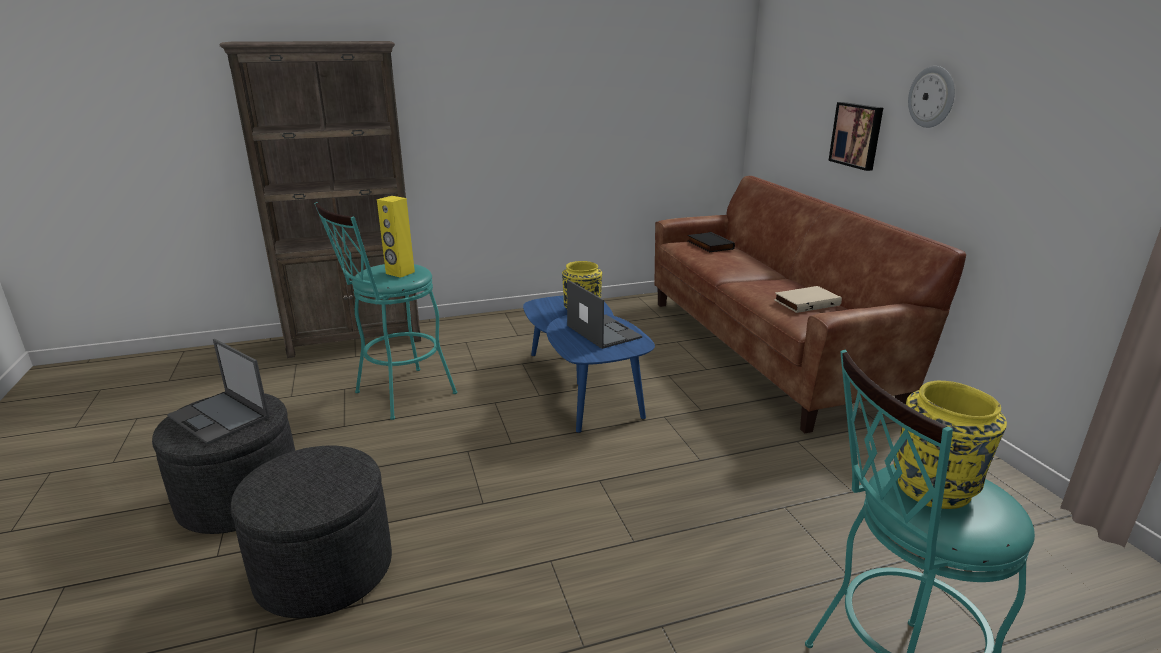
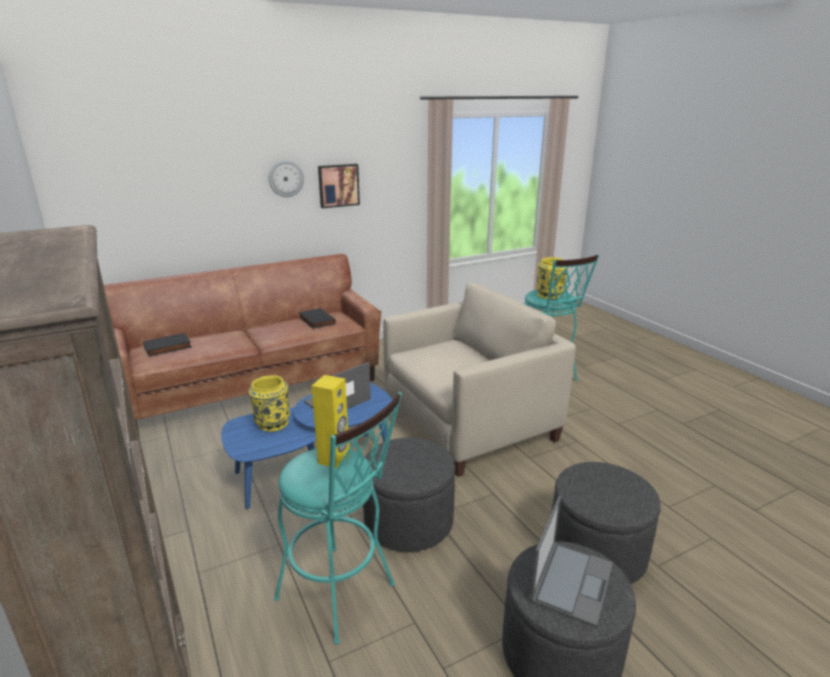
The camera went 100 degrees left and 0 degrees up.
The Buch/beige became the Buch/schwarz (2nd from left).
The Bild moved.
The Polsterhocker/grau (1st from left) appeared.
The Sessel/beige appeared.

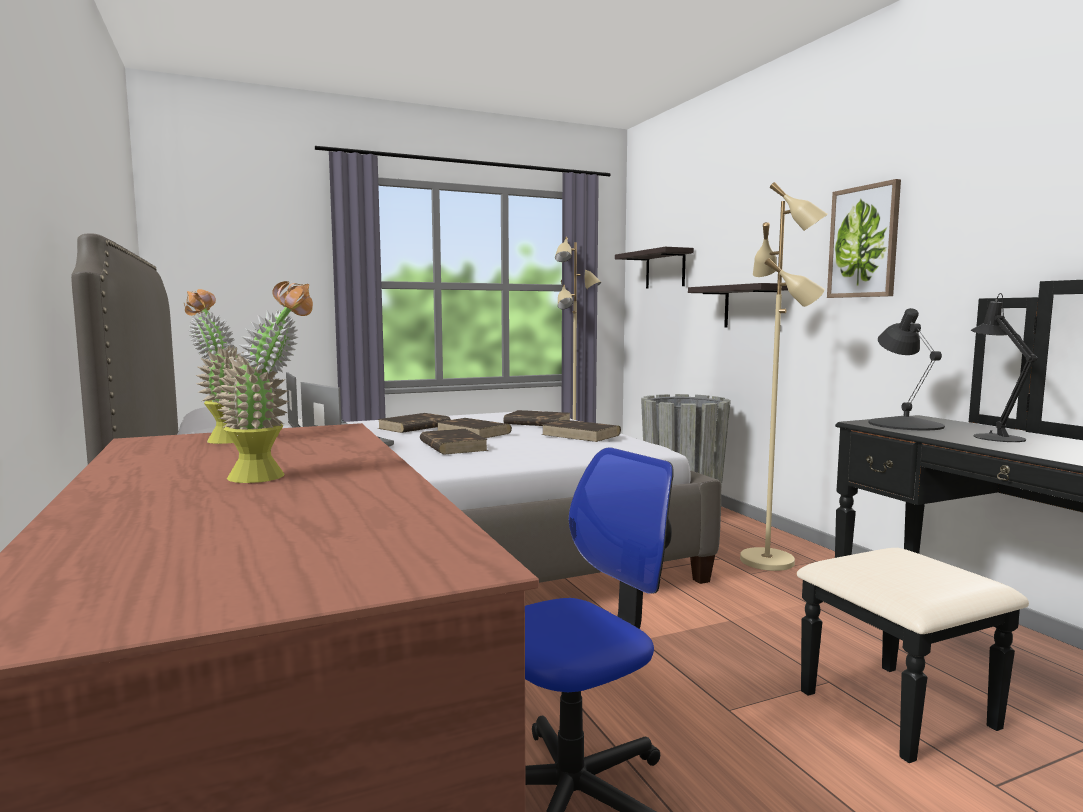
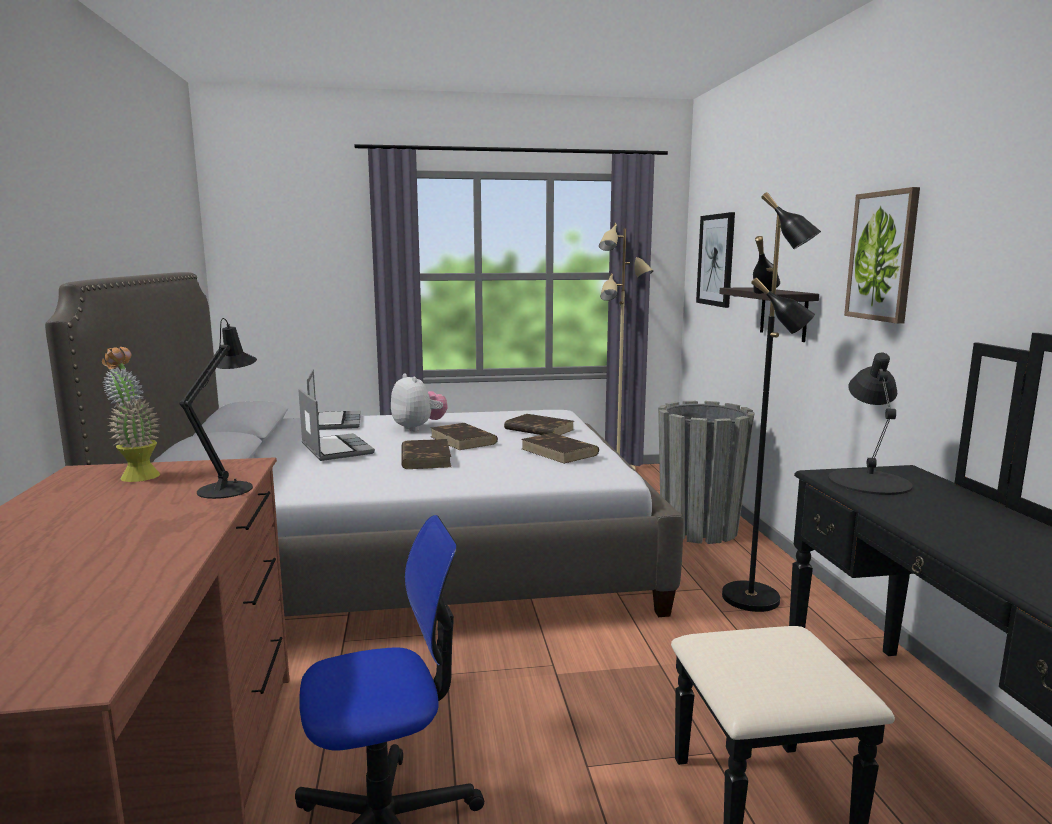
The camera went 15 degrees right and 5 degrees up.
The Tischlampe/schwarz (2nd from left in the first image) moved.
The Buch/braun (1st from left) was replaced by the Plüschtier.
The Wandregal (1st from left) was replaced by the Bild (1st from left).
The Stehlampe/beige (2nd from left) became the Stehlampe/schwarz.
The Topfpflanze (2nd from left) disappeared.

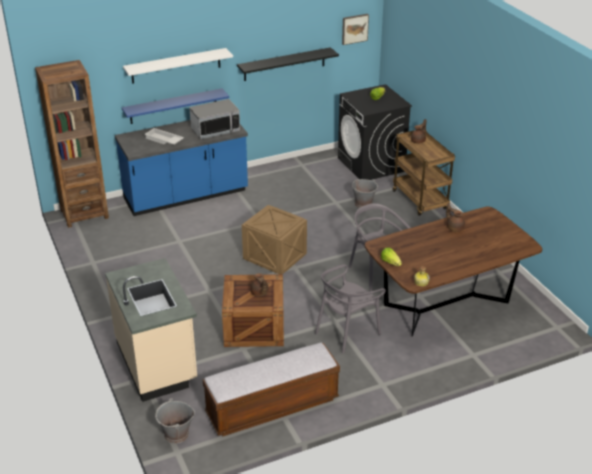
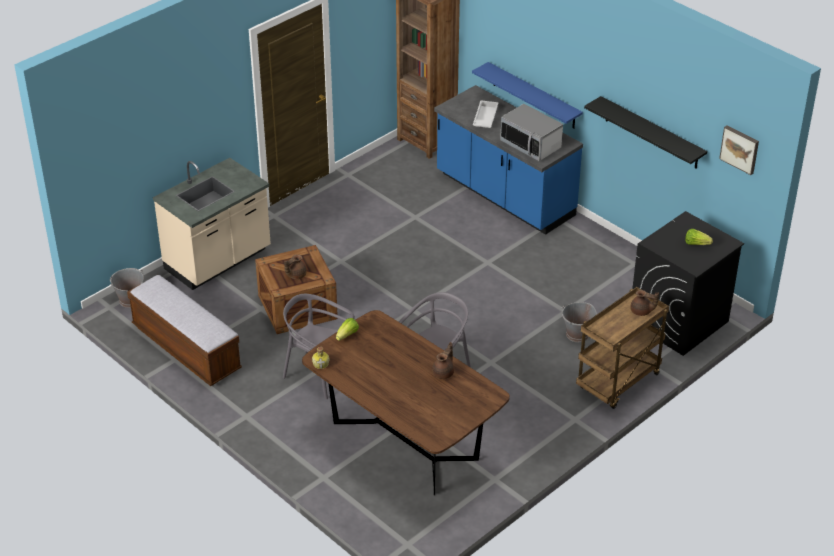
The camera went 70 degrees right and 5 degrees up.
The Wandregal/weiß disappeared.
The Kiste (2nd from left) disappeared.

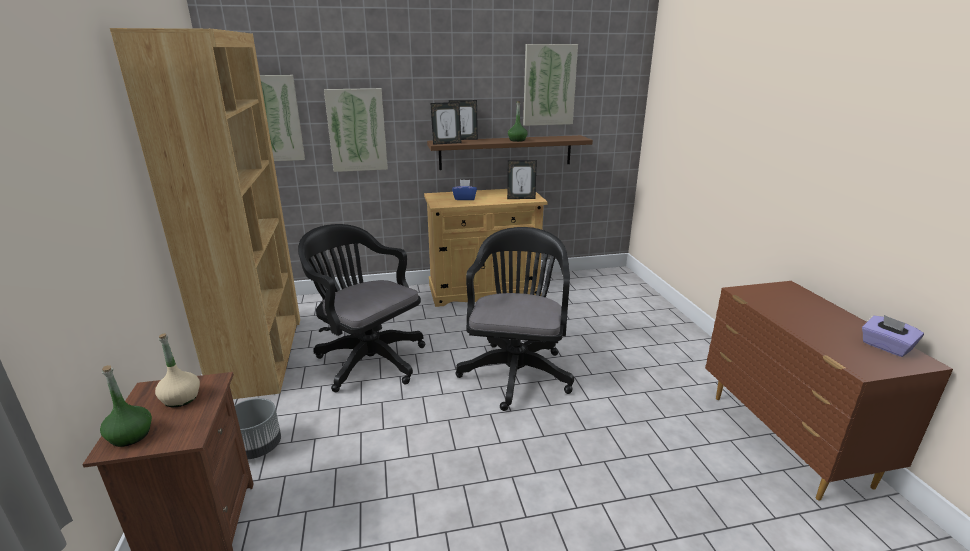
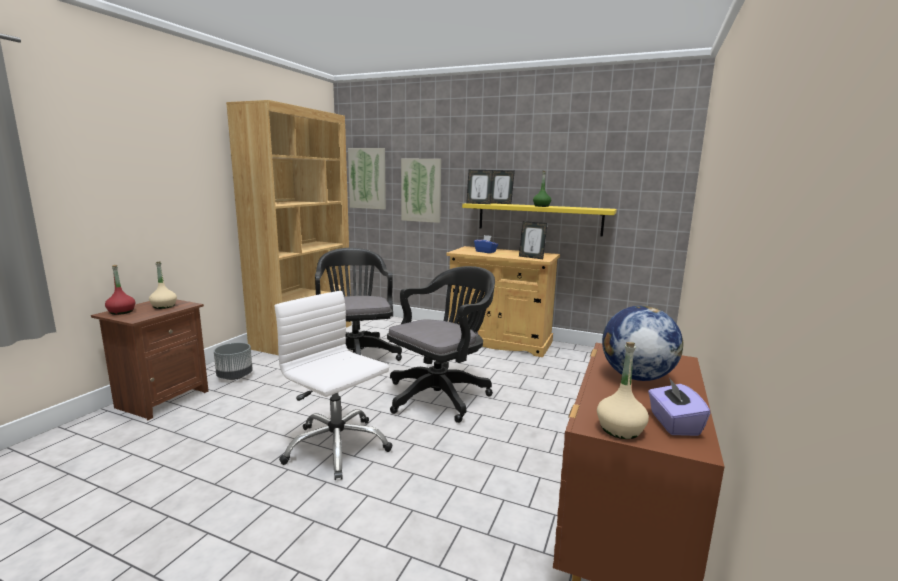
The camera went 35 degrees right and 10 degrees down.
The Flasche/grün (1st from left) became the Flasche/rot.
The Bürostuhl/weiß appeared.
The Wandregal/braun became the Wandregal/gelb.
The Flasche/beige (2nd from left) appeared.
The Globus appeared.
The Bild (3rd from left) disappeared.

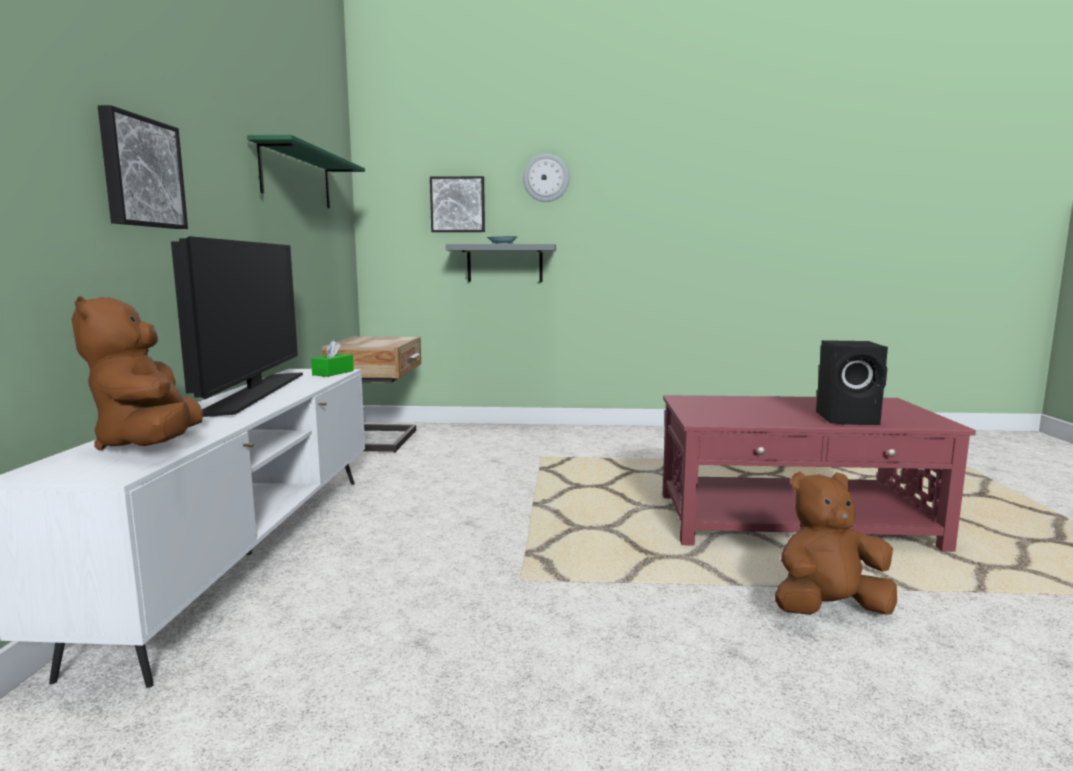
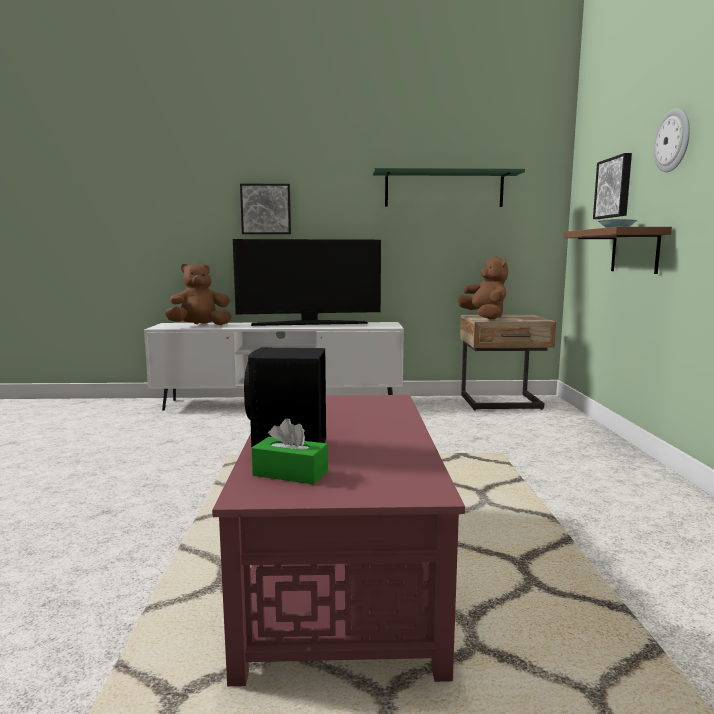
The camera went 85 degrees right and 0 degrees up.
The Taschentuchbox/grün moved.
The Plüschtier/braun (2nd from left) moved.
The Wandregal/grau became the Wandregal/braun.

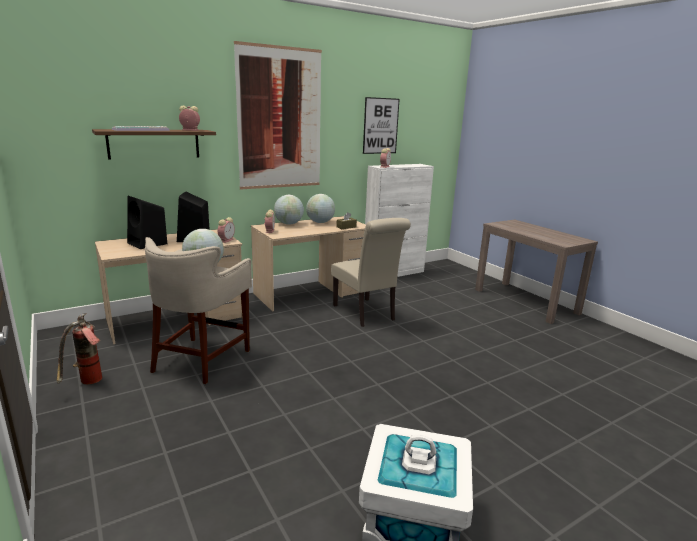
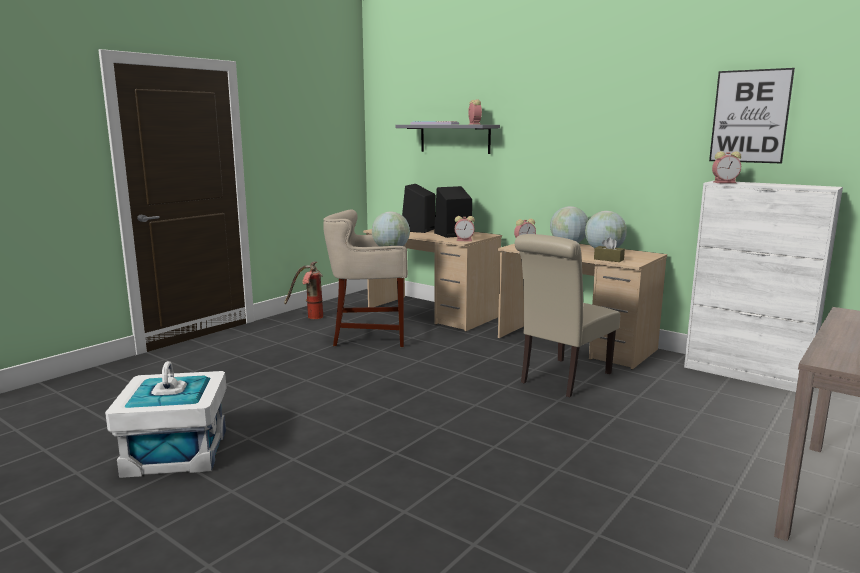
The camera went 70 degrees right and 5 degrees down.
The Wandregal/braun became the Wandregal/grau.
The Bild (1st from left) disappeared.

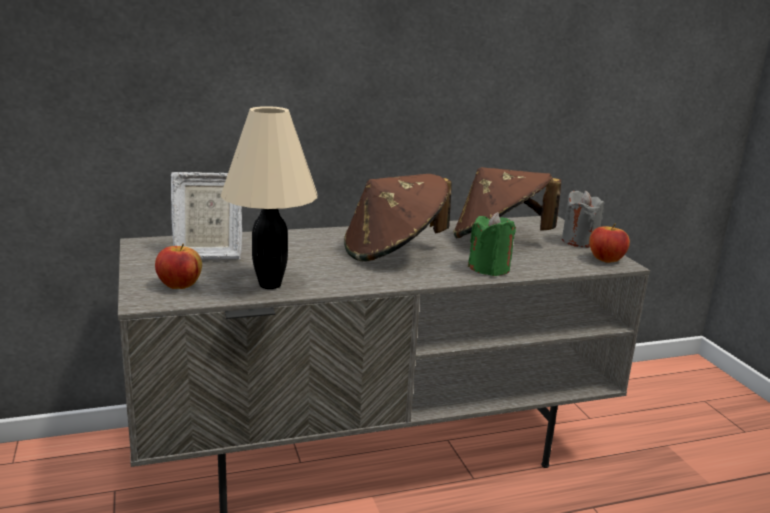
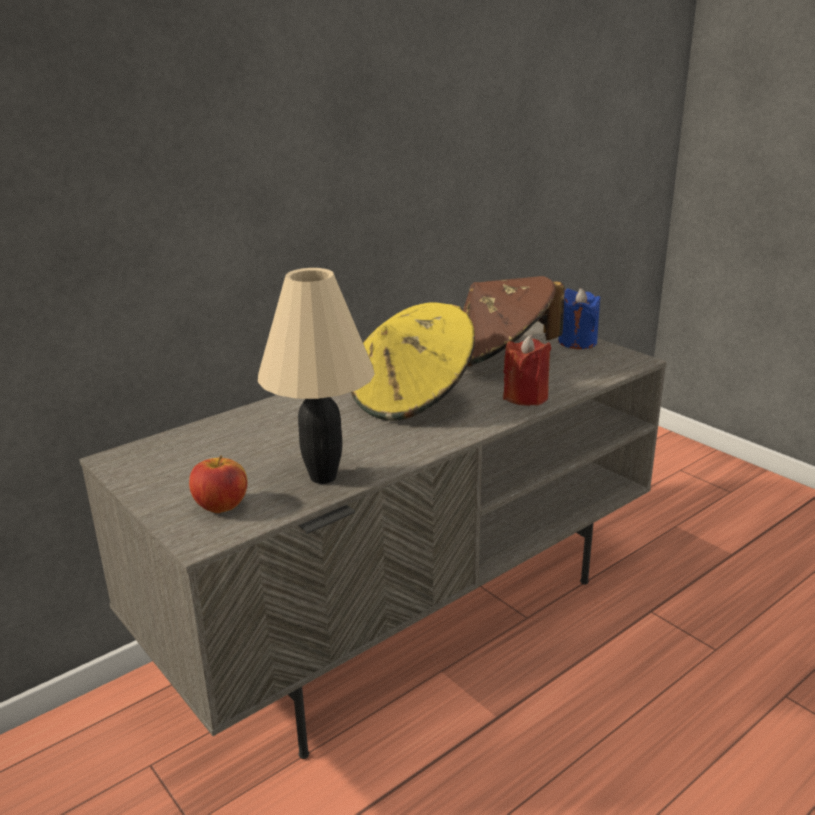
The camera went 20 degrees left and 5 degrees up.
The Hut/braun (1st from left) became the Hut/gelb.
The Kerze/grün became the Kerze/rot.
The Kerze/grau became the Kerze/blau.
The Bilderrahmen disappeared.
The Apfel (2nd from left) disappeared.

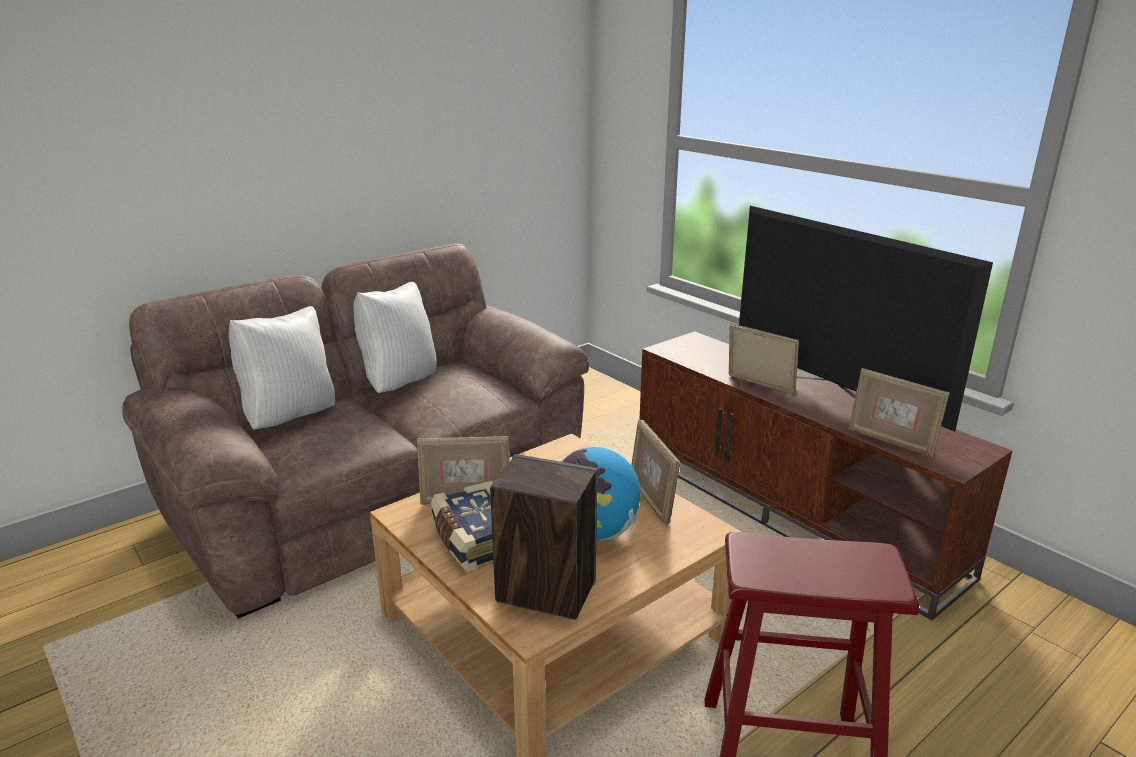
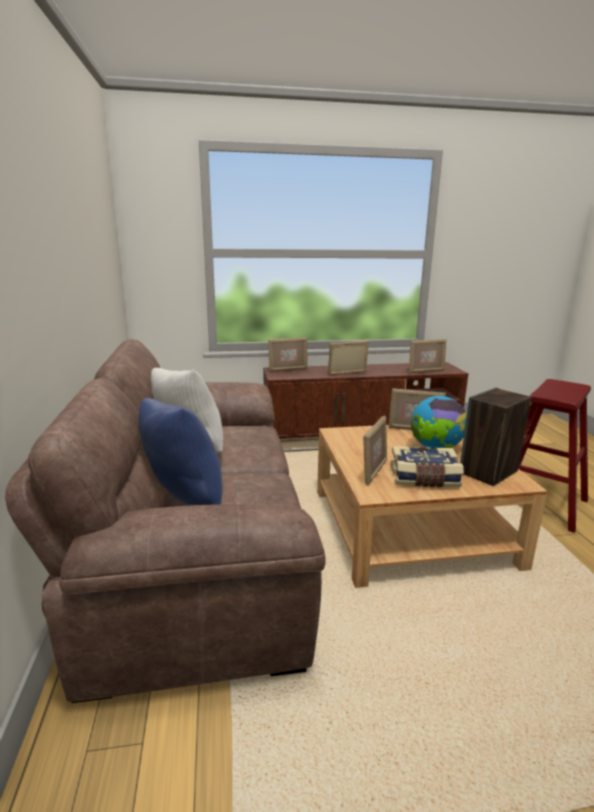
The camera went 60 degrees left and 5 degrees down.
The Kissen/weiß (1st from left) became the Kissen/blau.
The Bilderrahmen (1st from left) appeared.
The Fernseher disappeared.

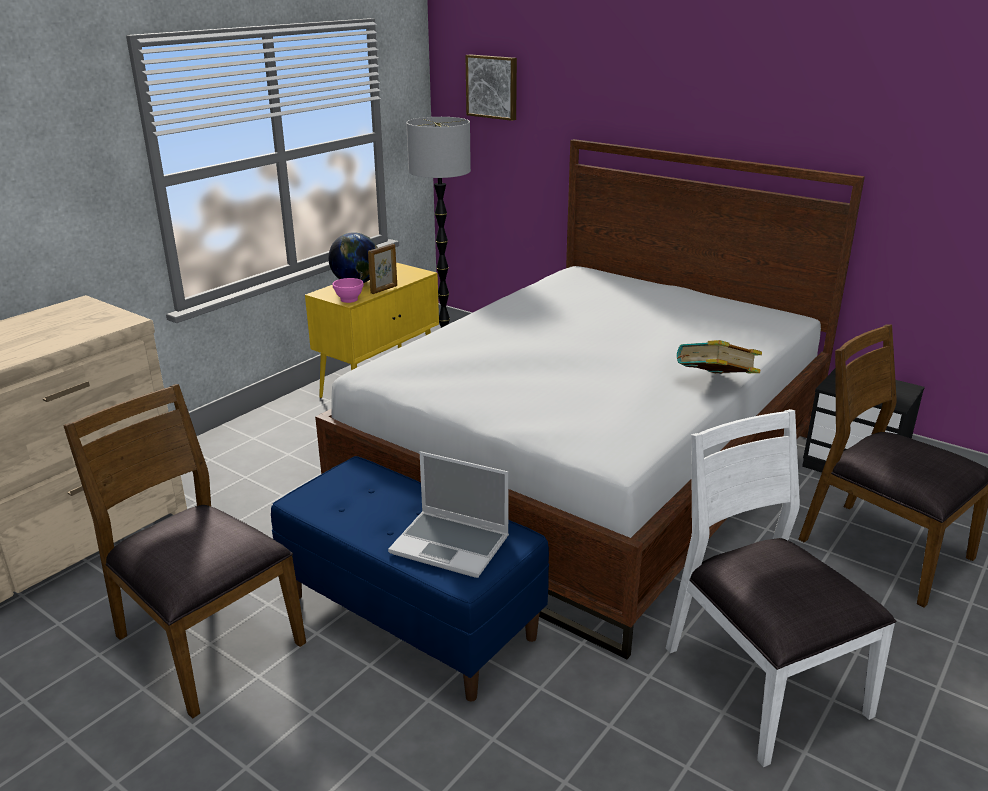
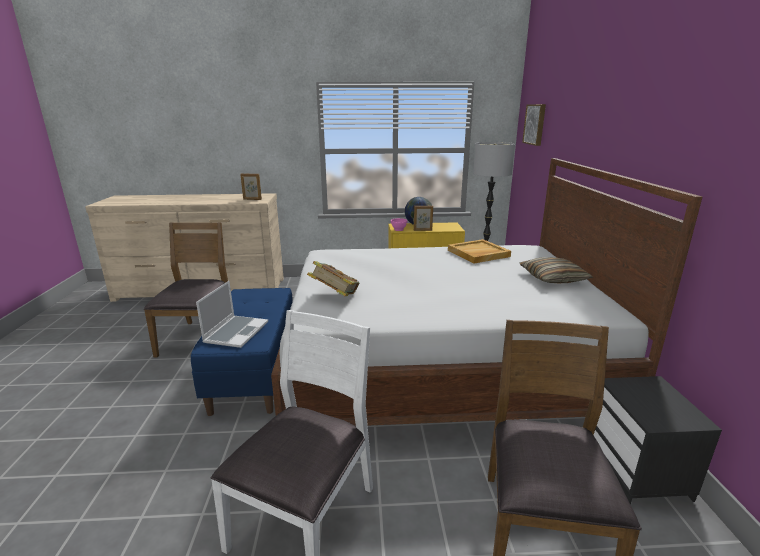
The camera went 50 degrees right and 5 degrees down.
The Laptop turned 150 degrees counterclockwise.
The Bilderrahmen (1st from left) appeared.
The Buch moved.
The Tablett/beige appeared.
The Kissen appeared.

